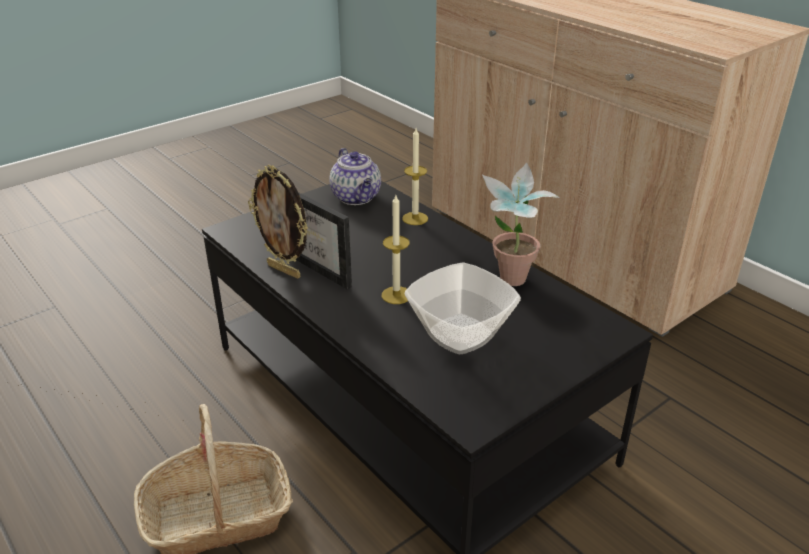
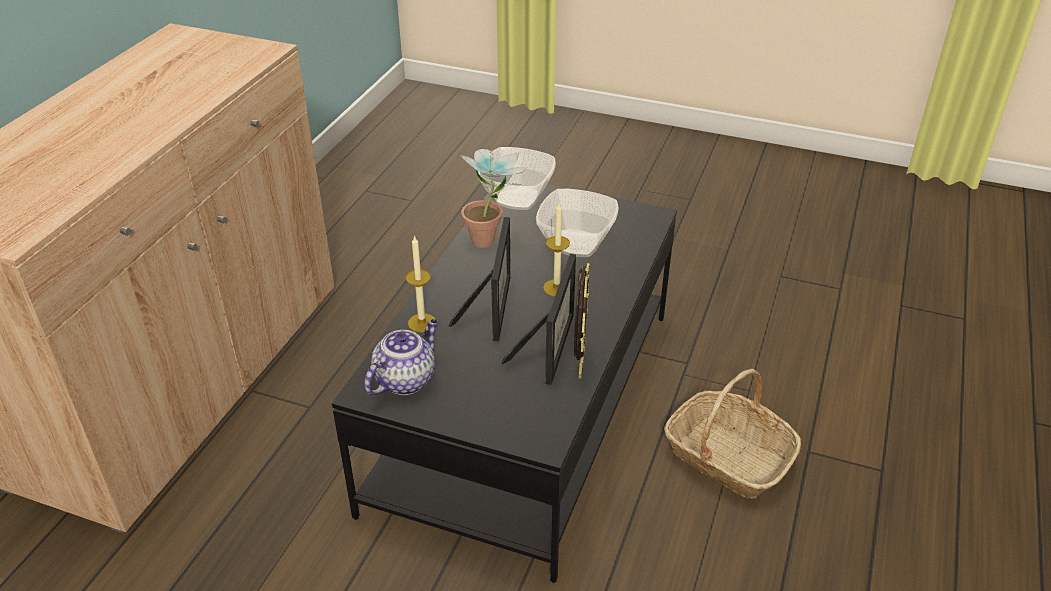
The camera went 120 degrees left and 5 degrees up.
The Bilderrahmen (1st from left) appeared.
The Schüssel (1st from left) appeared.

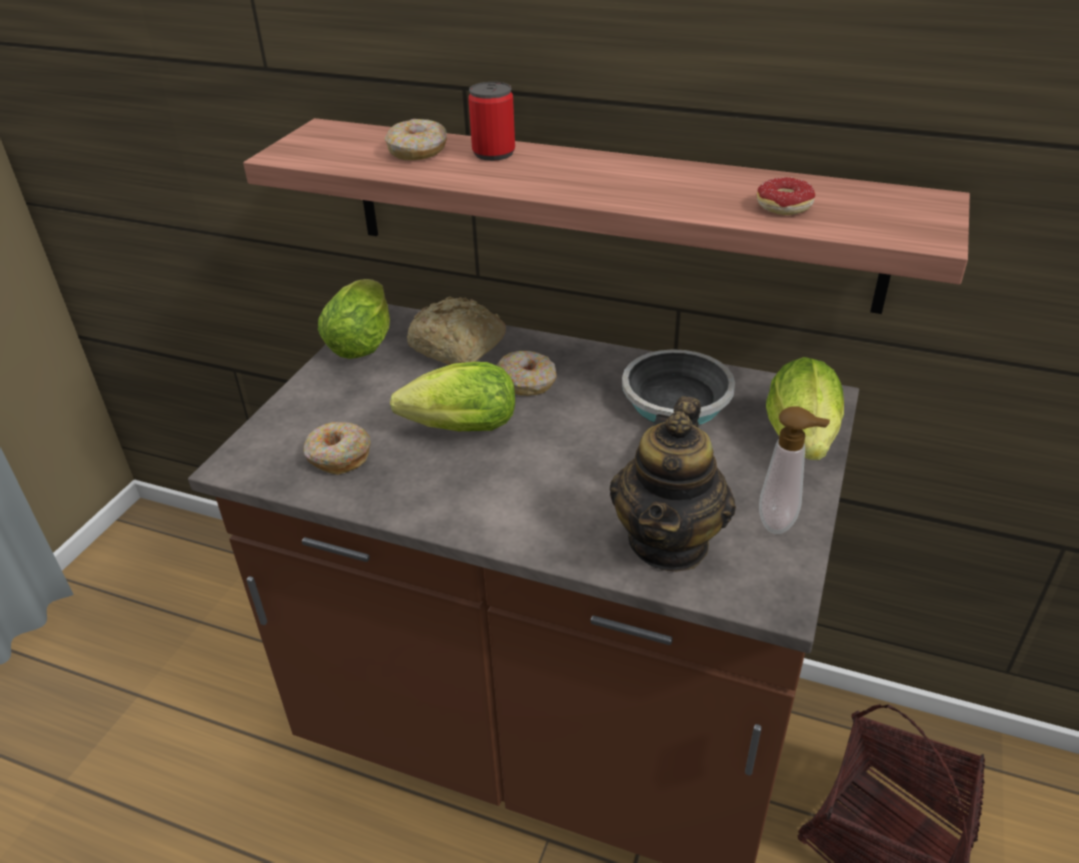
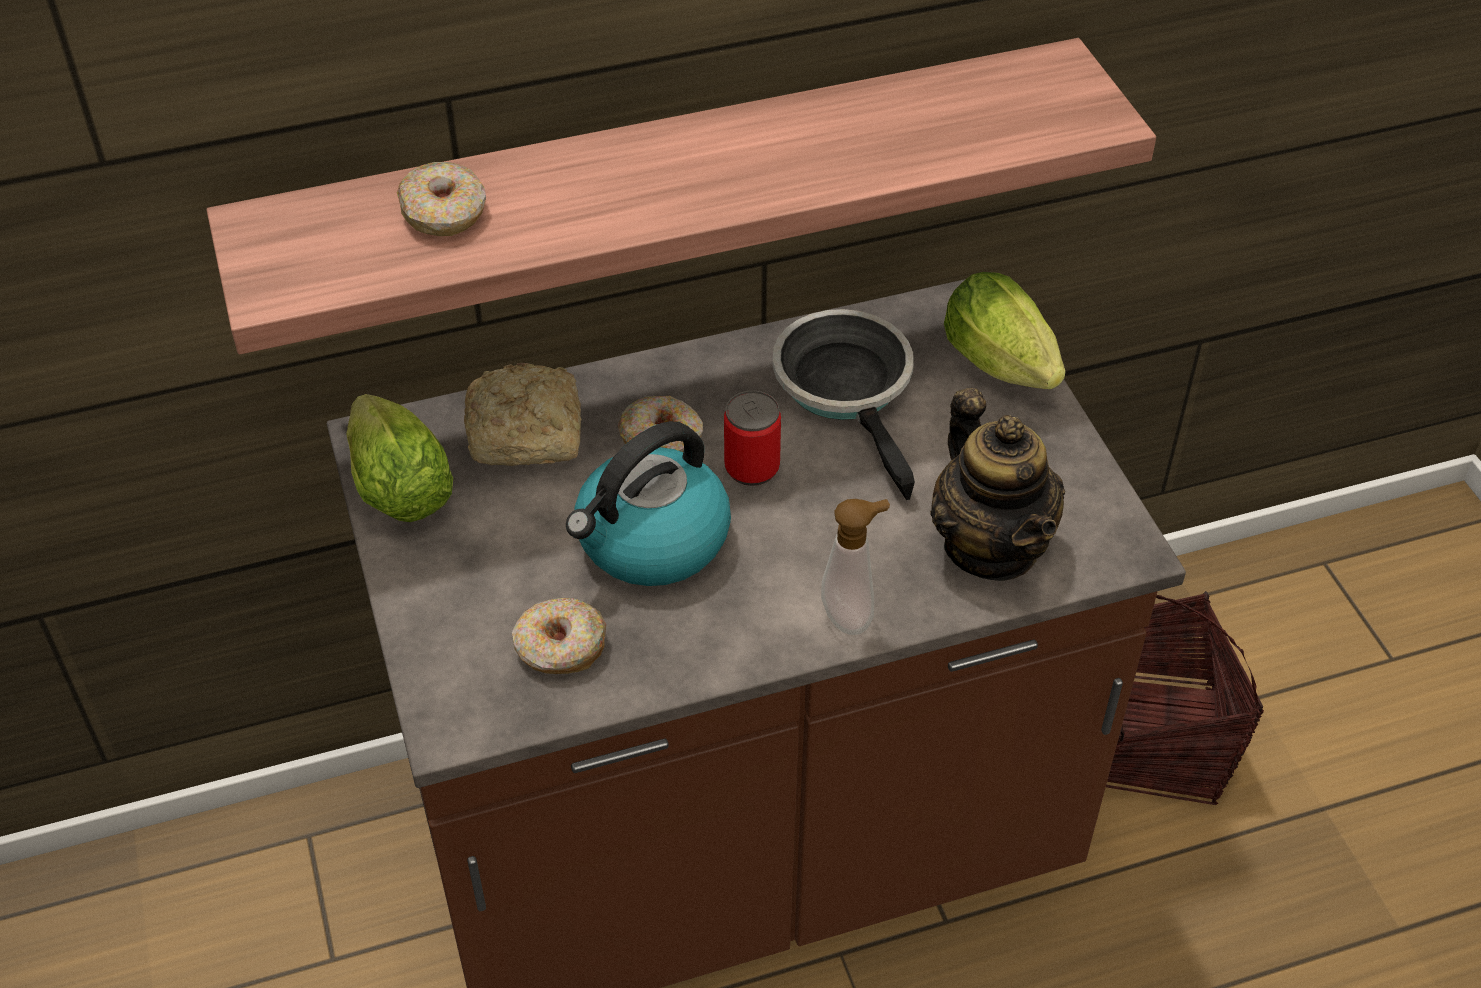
The camera went 40 degrees left and 10 degrees up.
The Salatkopf (2nd from left) was replaced by the Wasserkessel.
The Dose moved.
The Seifenspender moved.
The Donut (4th from left) disappeared.

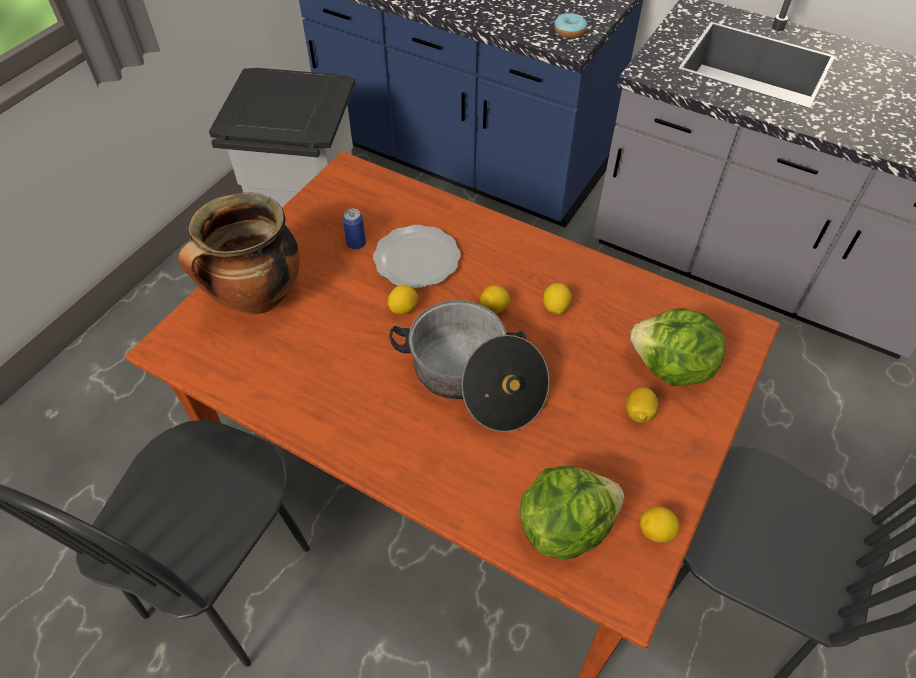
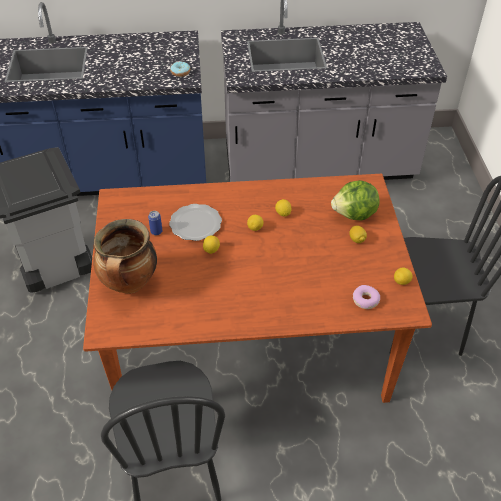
The camera went 35 degrees left and 5 degrees down.
The Salatkopf (1st from left) was replaced by the Donut (2nd from left).
The Kochtopf (2nd from left) disappeared.

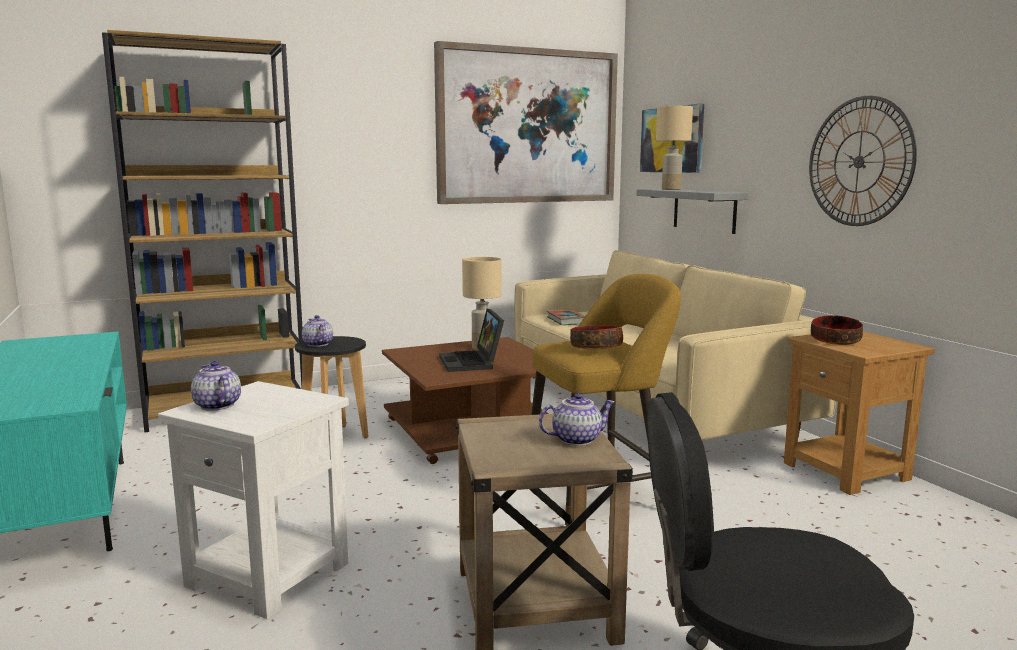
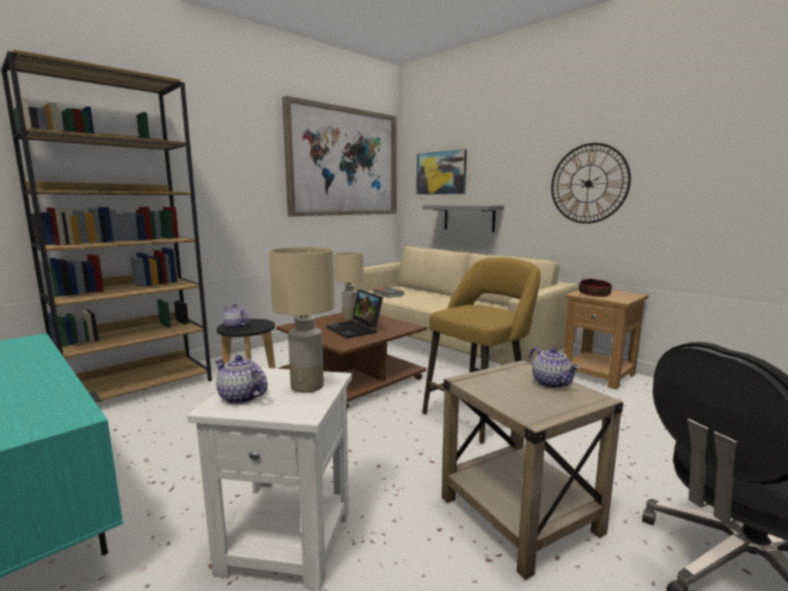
The camera went 20 degrees left and 0 degrees up.
The Tischlampe/beige (2nd from left in the first image) moved.
The Teekanne (3rd from left) turned 105 degrees clockwise.
The Schüssel (1st from left) disappeared.

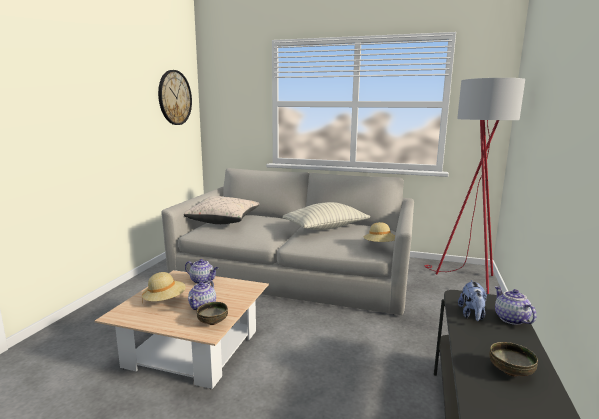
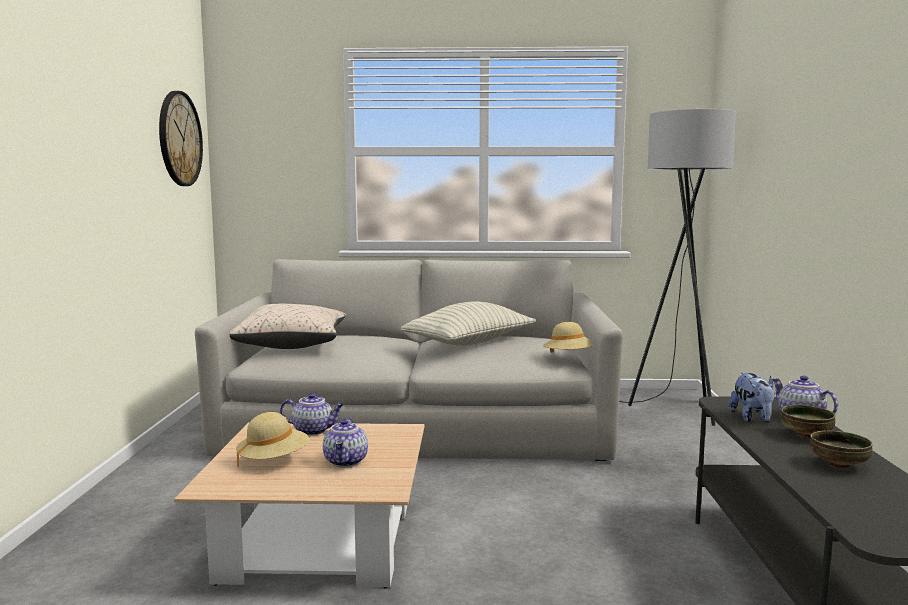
The camera went 15 degrees left and 5 degrees down.
The Stehlampe/rot became the Stehlampe/grau.
The Schüssel (1st from left) moved.

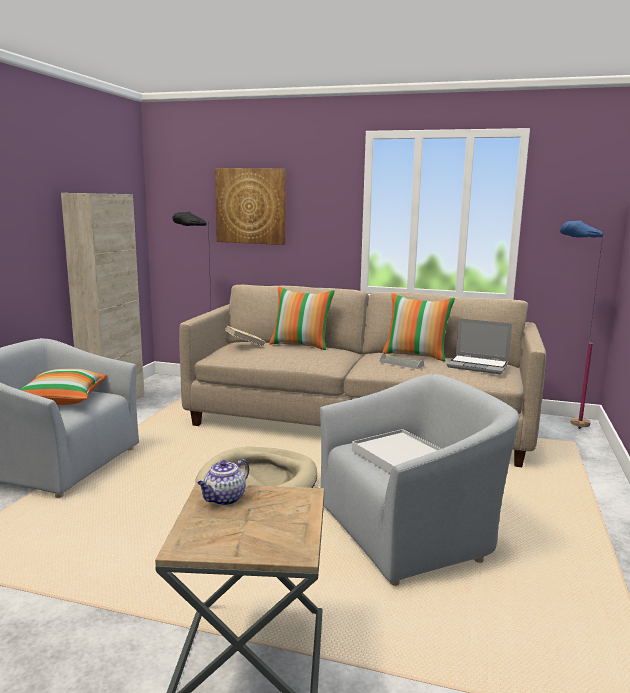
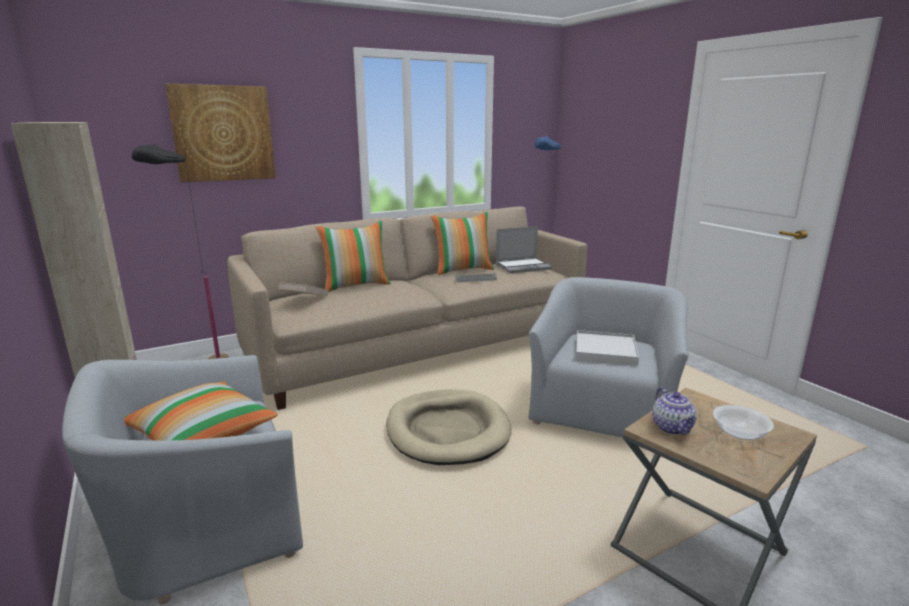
The camera went 45 degrees left and 5 degrees up.
The Schüssel appeared.

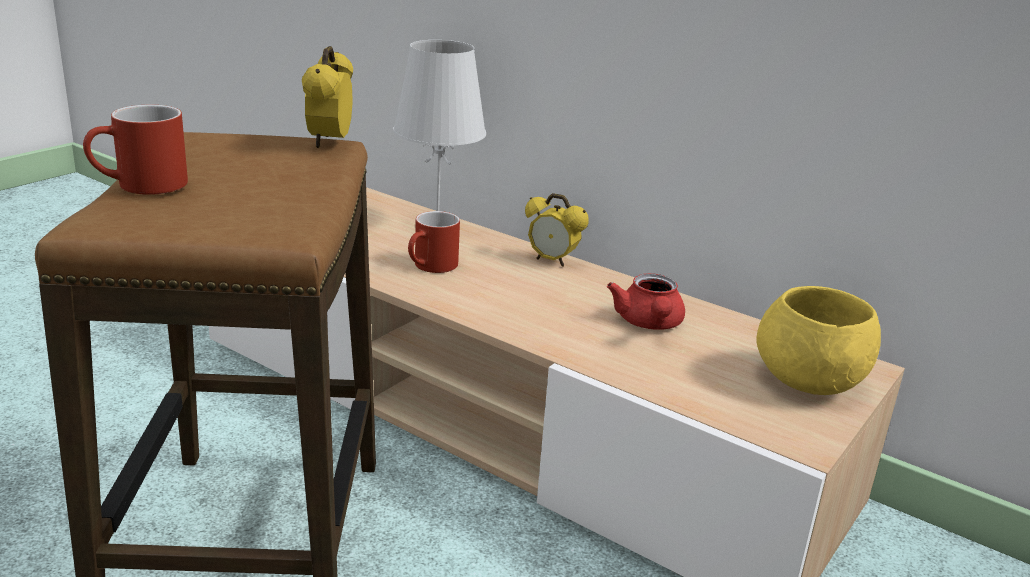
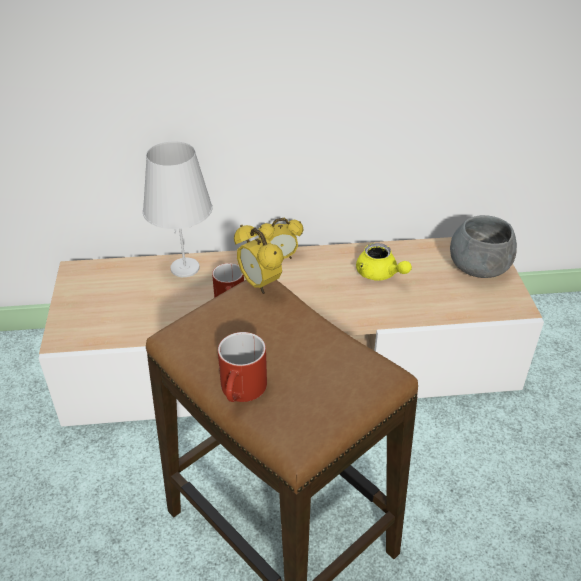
The camera went 40 degrees left and 15 degrees up.
The Teekanne/rot became the Teekanne/gelb.
The Schüssel/gelb became the Schüssel/grau.

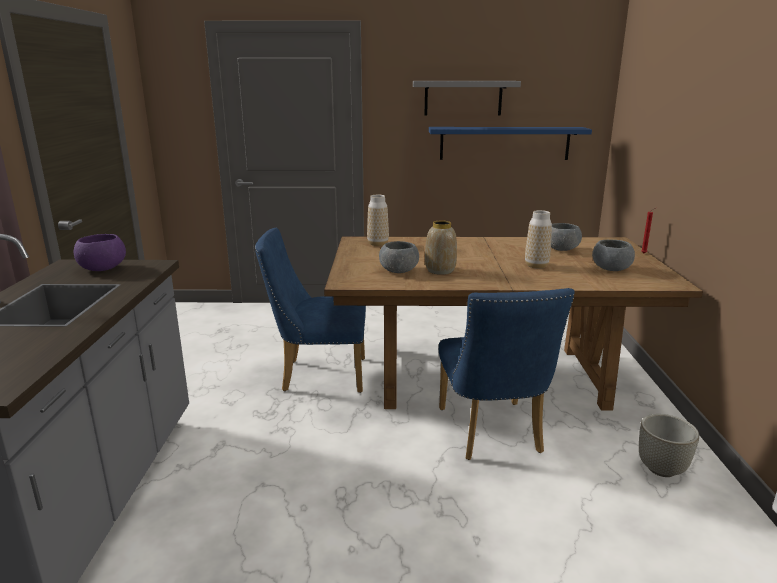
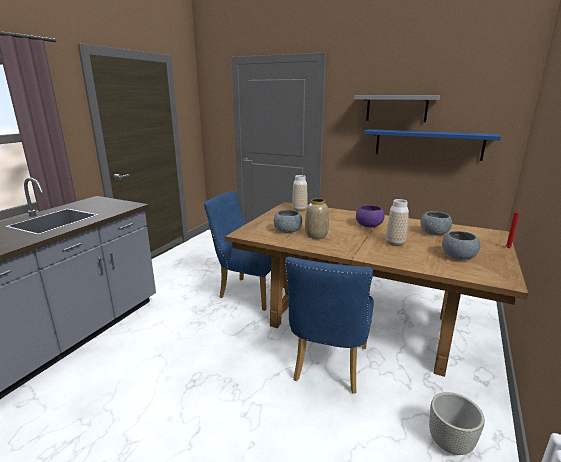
The camera went 25 degrees right and 0 degrees up.
The Schüssel/lila moved.

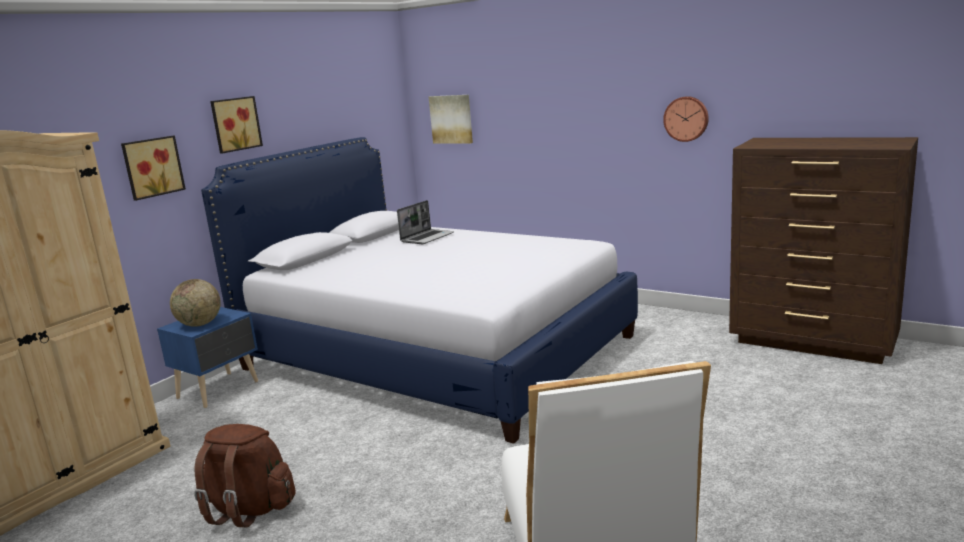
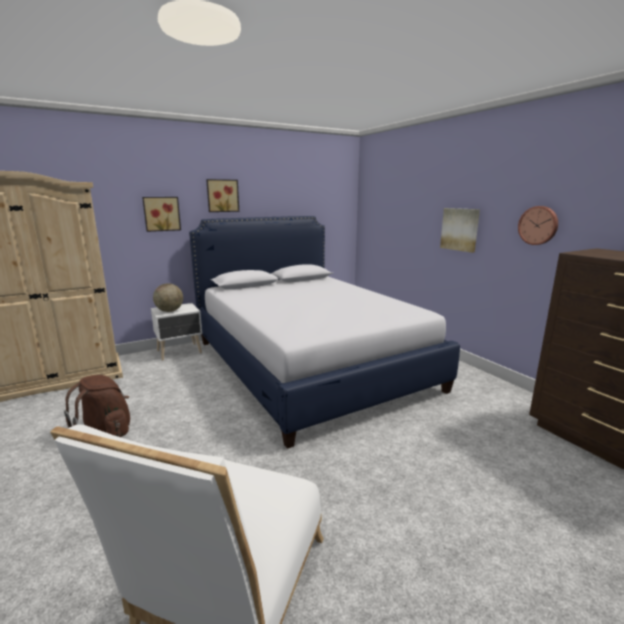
The camera went 25 degrees right and 0 degrees up.
The Nachttisch/blau became the Nachttisch/weiß.
The Bild (3rd from left) moved.
The Laptop disappeared.

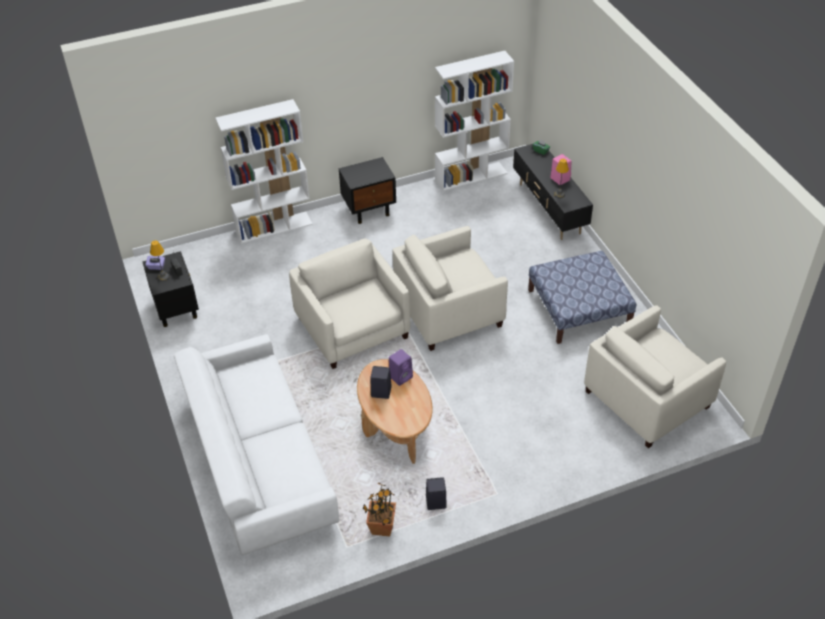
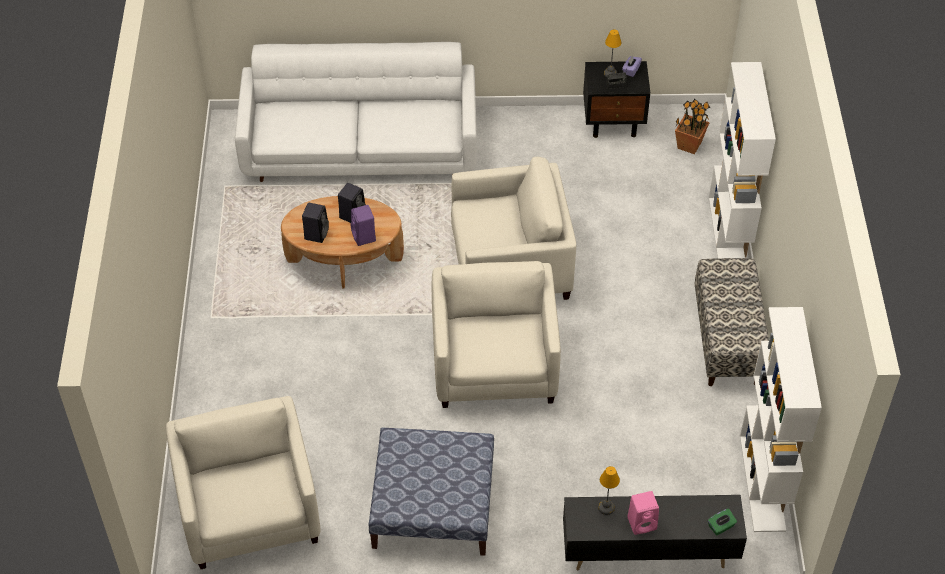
The camera went 110 degrees right and 5 degrees up.
The Lautsprecher/schwarz (2nd from left in the first image) moved.
The Topfpflanze moved.
The Nachttisch/schwarz (2nd from left) was replaced by the Bank.

